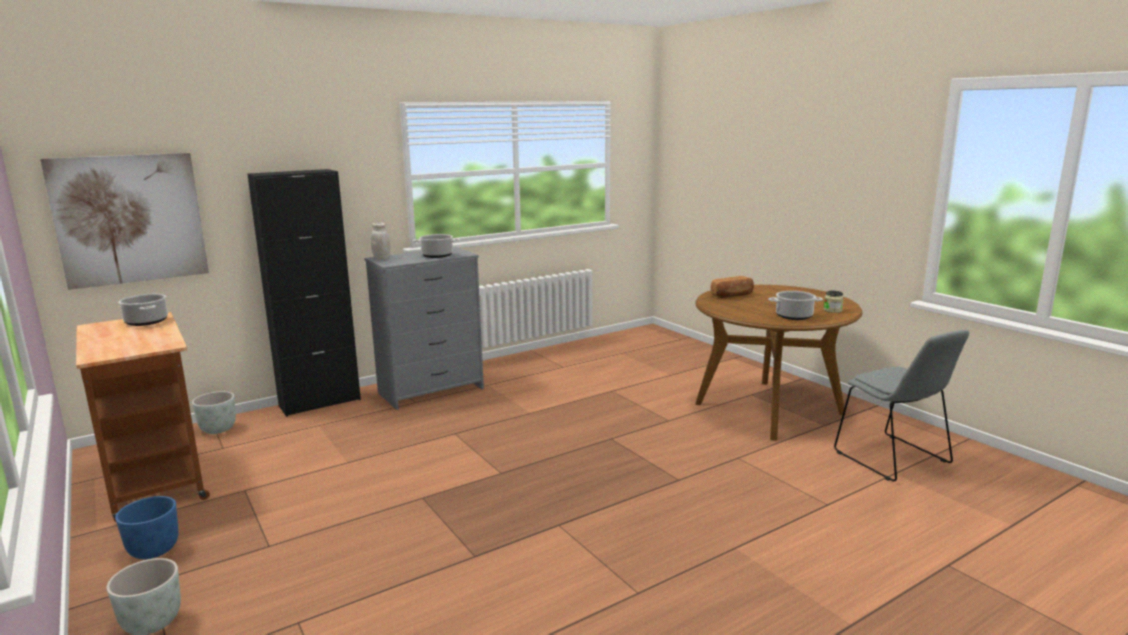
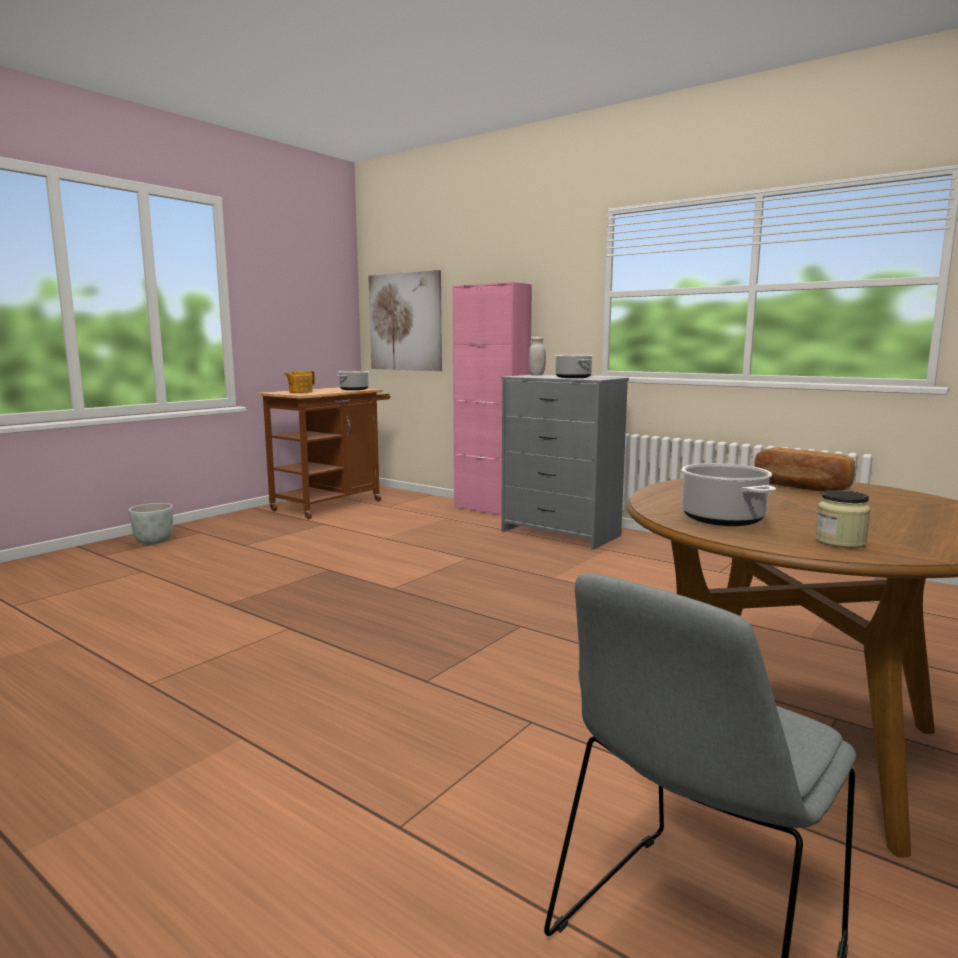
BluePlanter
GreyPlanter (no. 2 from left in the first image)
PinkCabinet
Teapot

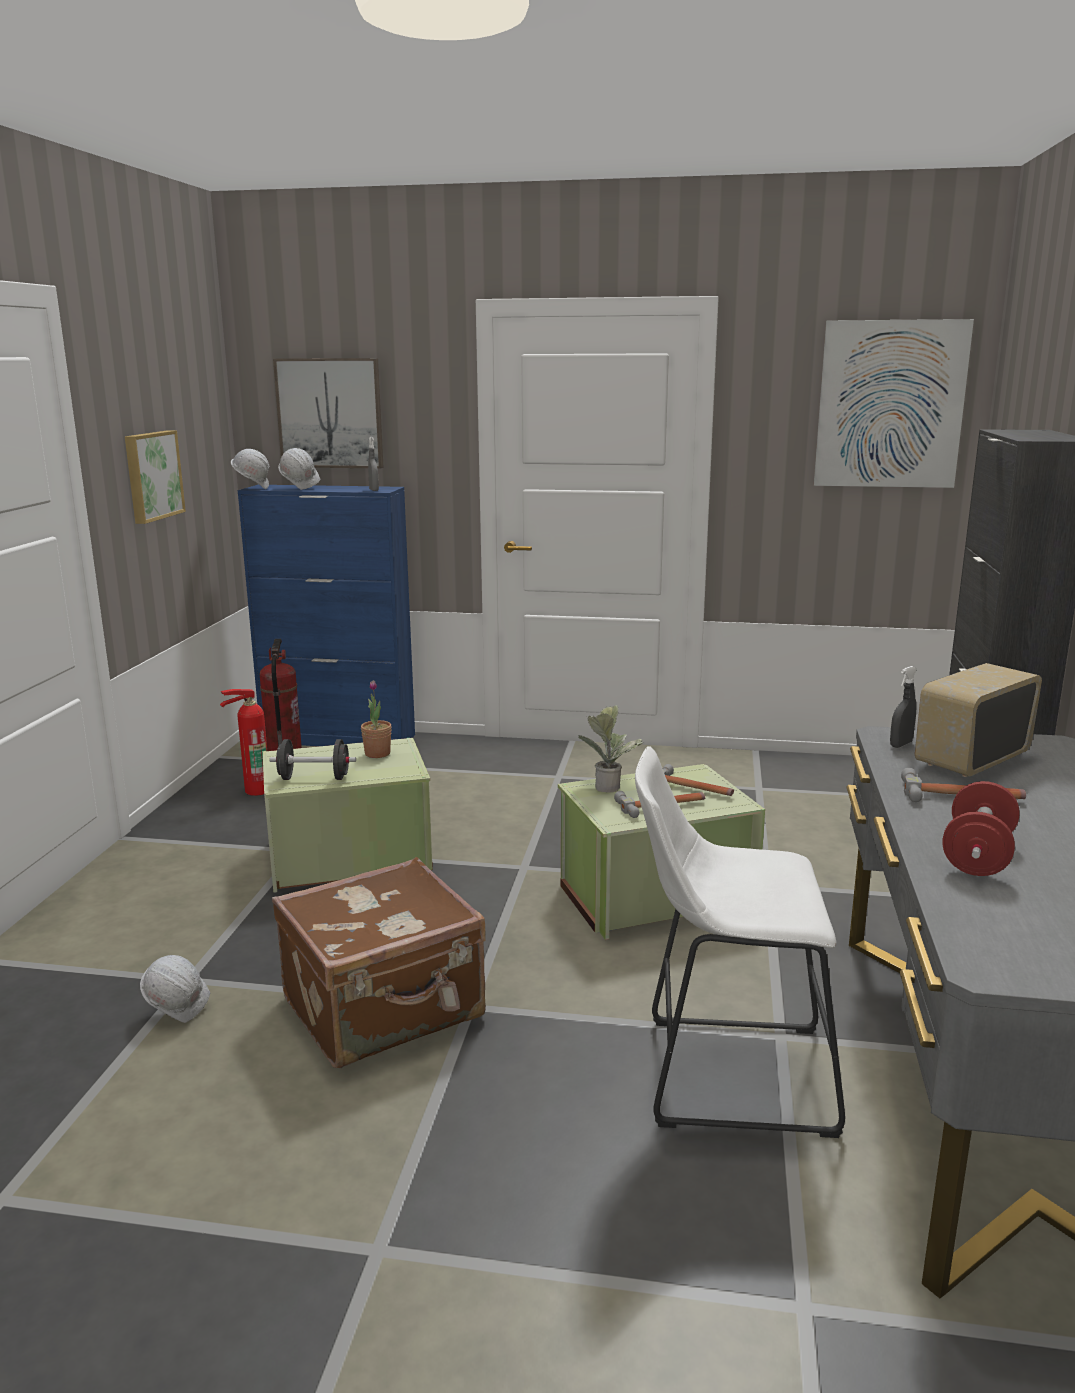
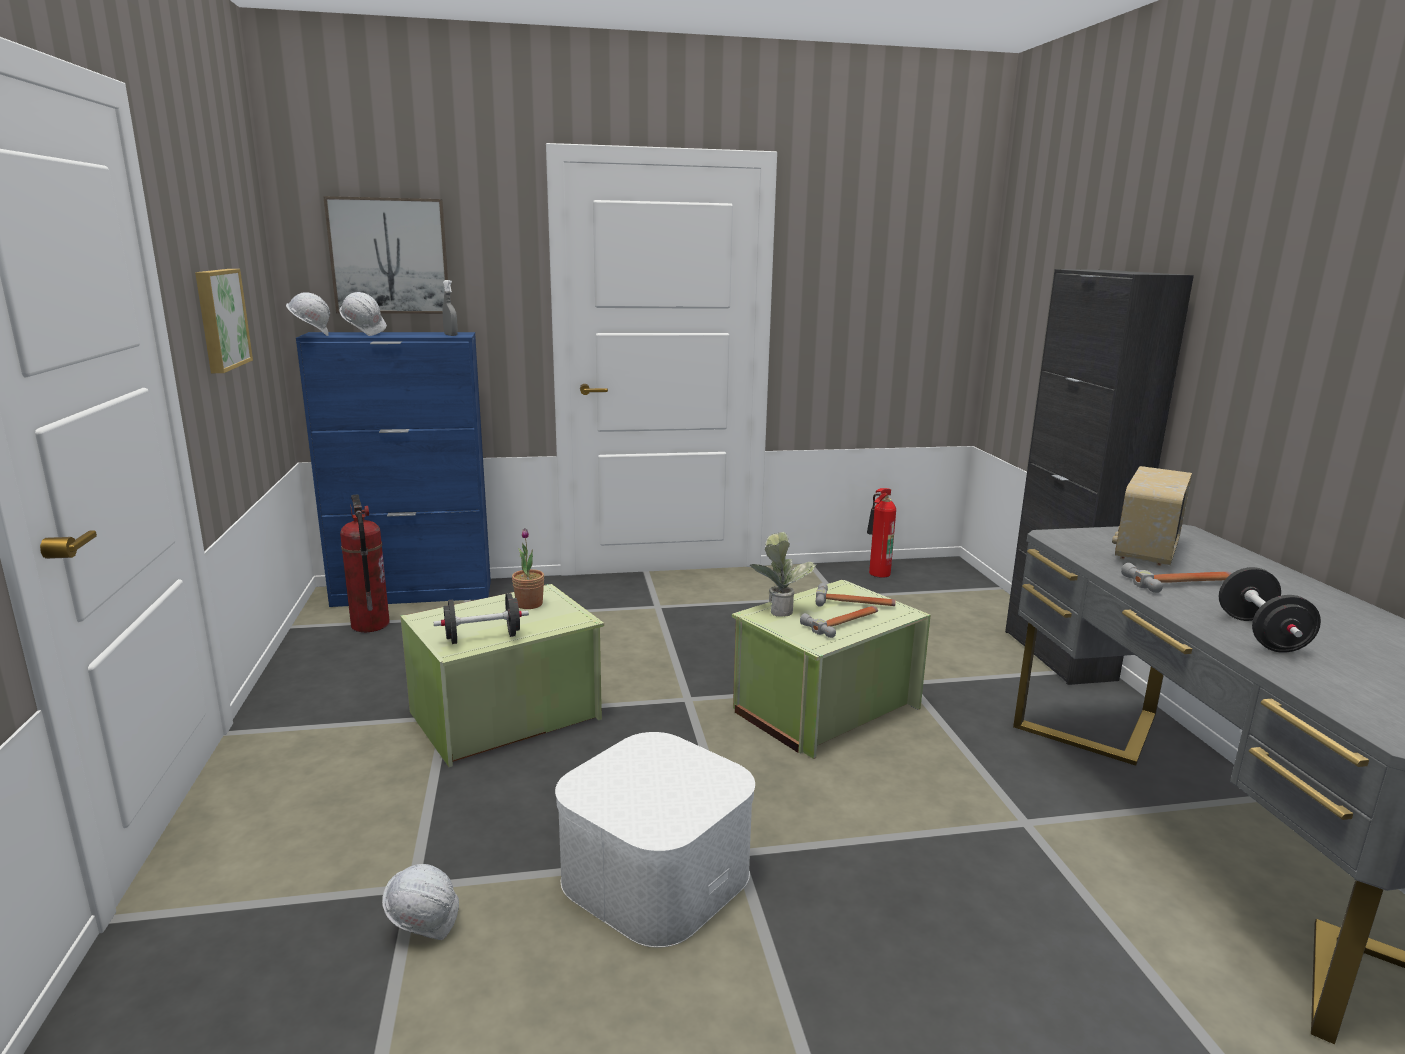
FireExtinguisher (no. 2 from left)
WhiteStorageBox
WhiteStool
Picture (no. 3 from left in the first image)
GreySprayBottle (no. 2 from left in the first image)
BlackDumbbell (no. 2 from left)

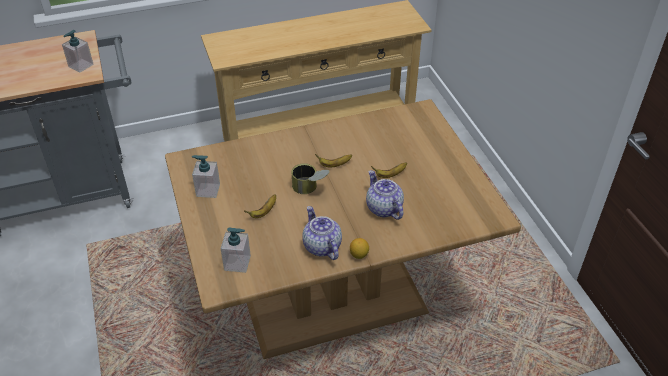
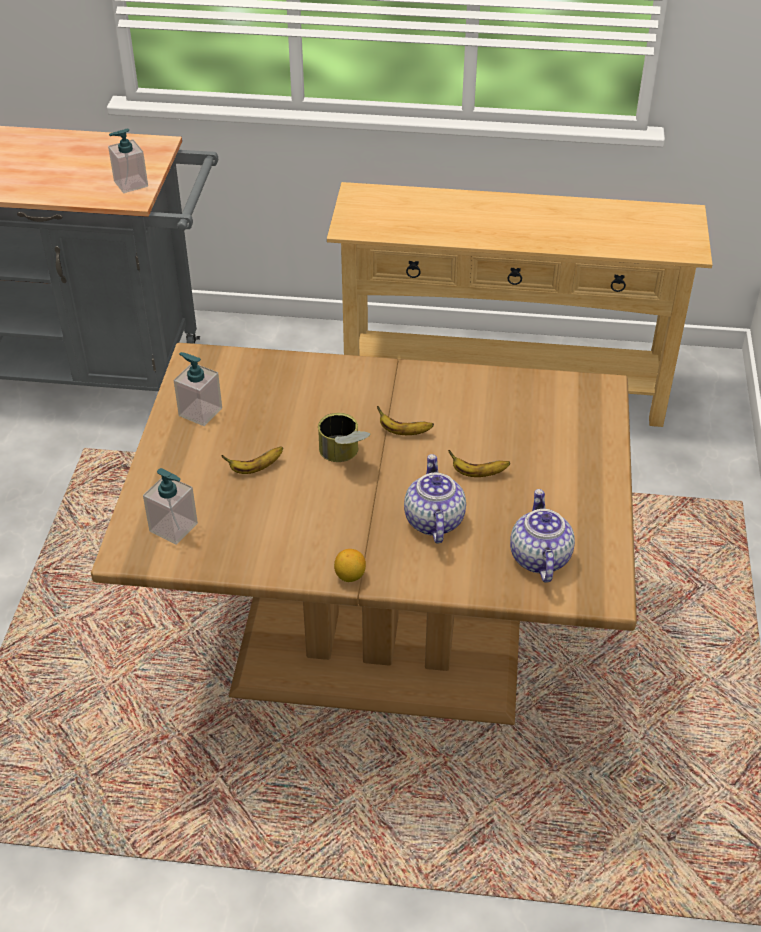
Teapot (no. 2 from left)

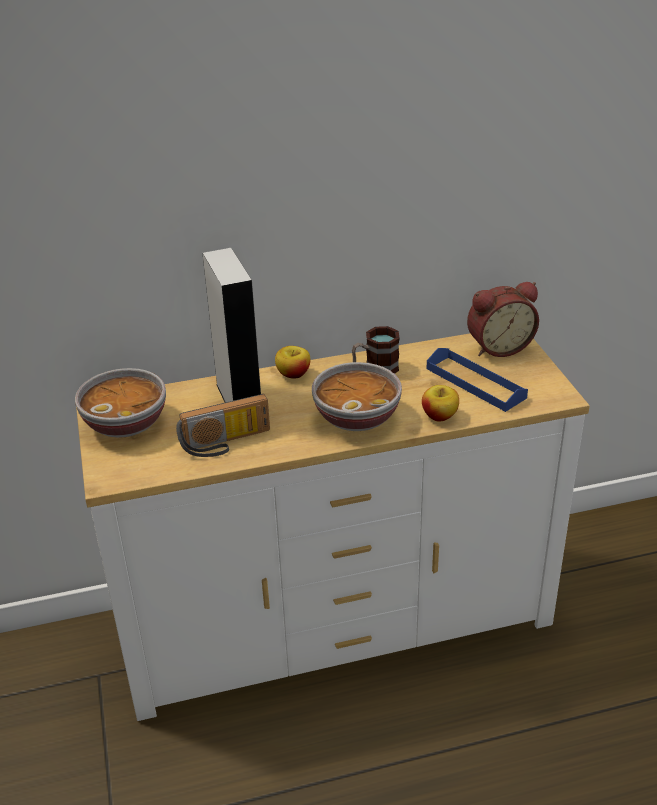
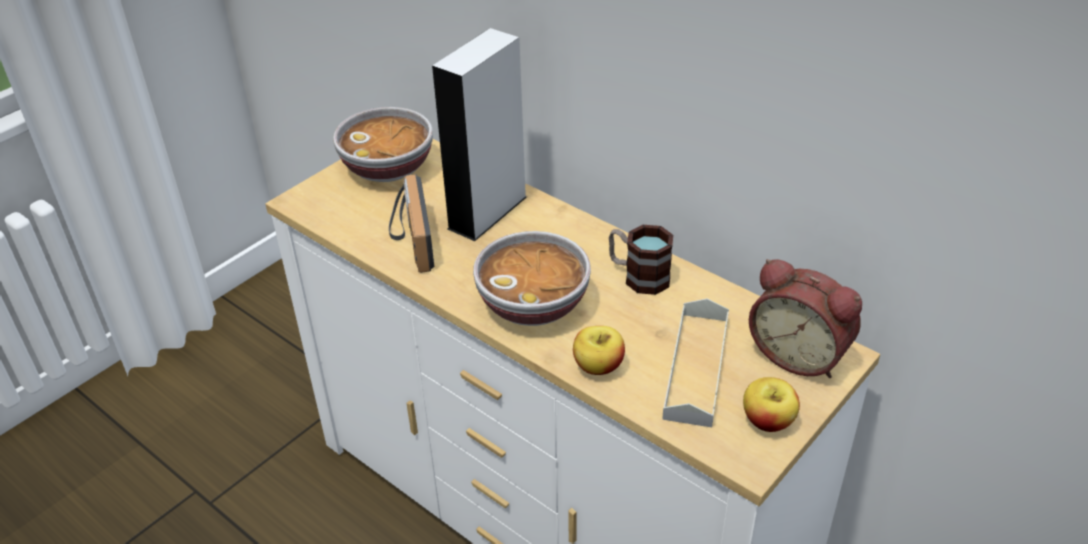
Radio
Apple (no. 2 from left)
GreyTray

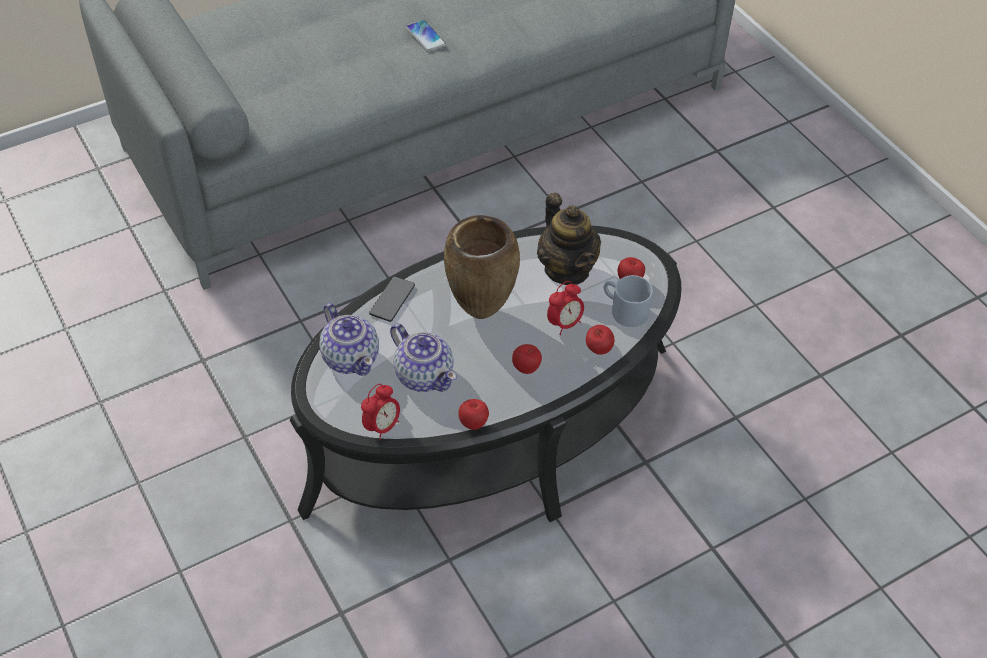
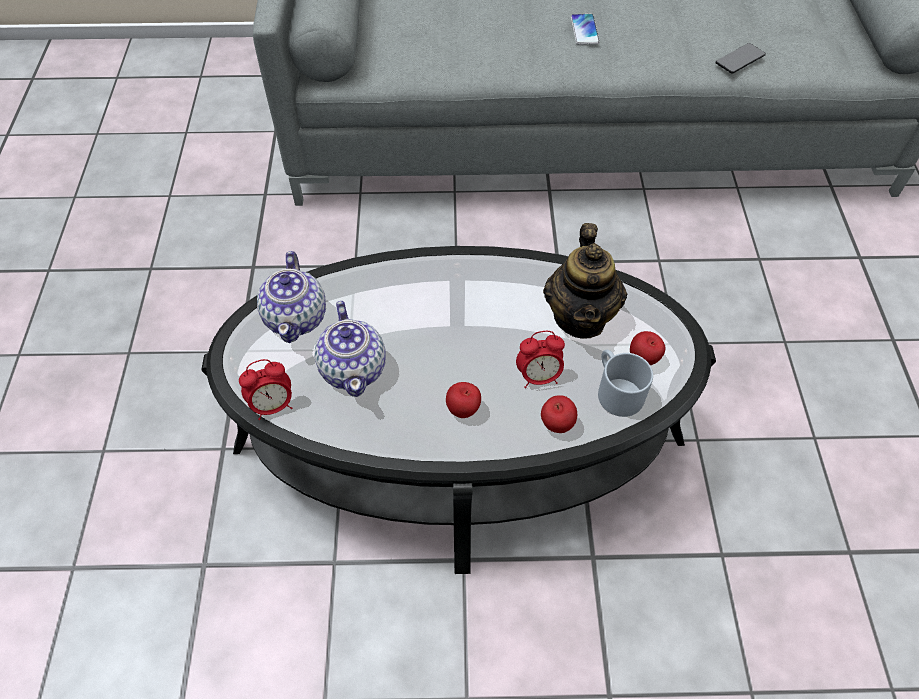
Phone (no. 2 from left)
BrownVase
Apple (no. 1 from left in the first image)

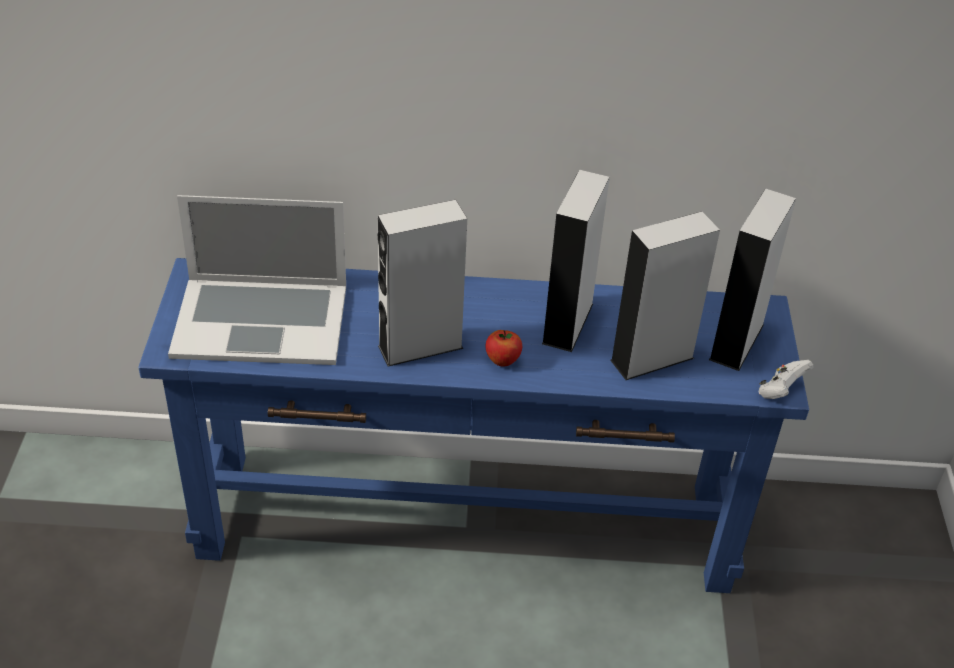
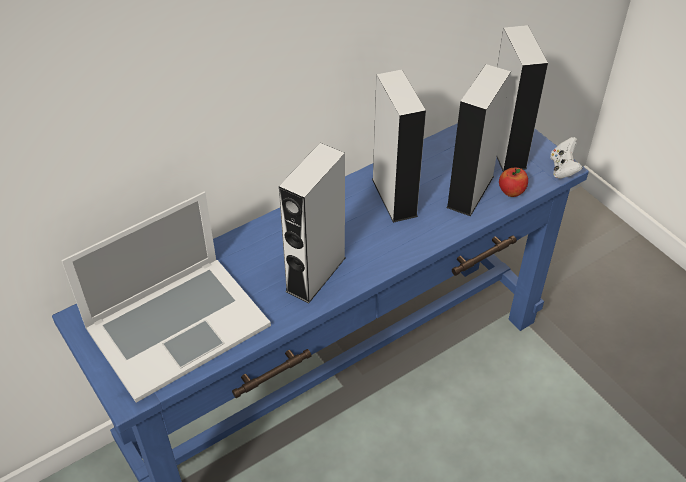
Apple

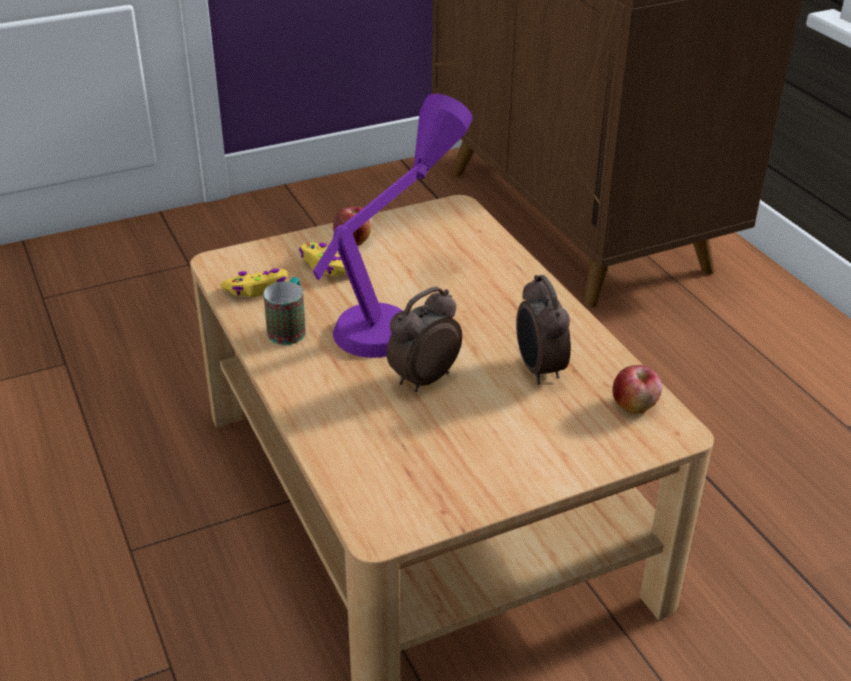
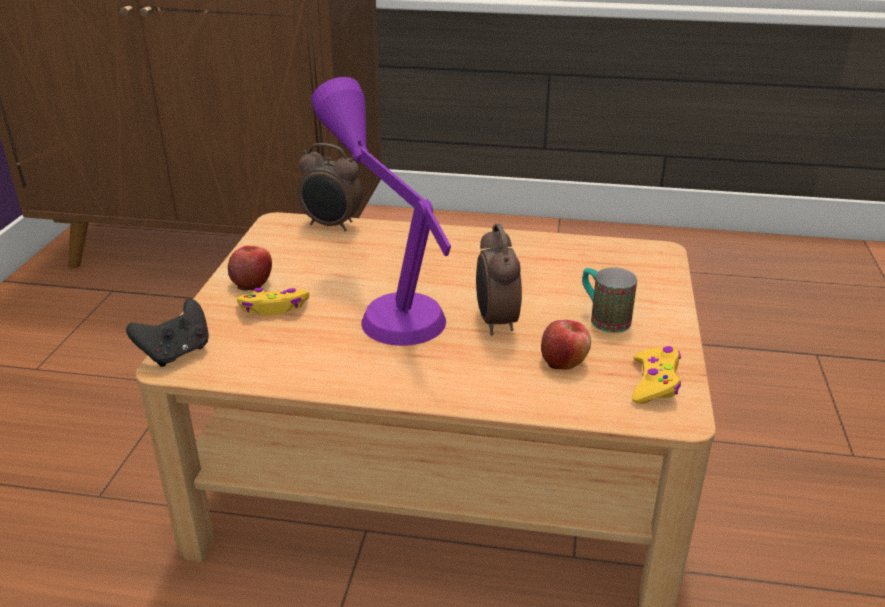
YellowGameController (no. 2 from left)
Mug
AlarmClock (no. 1 from left)
Apple (no. 2 from left)
BlackGameController

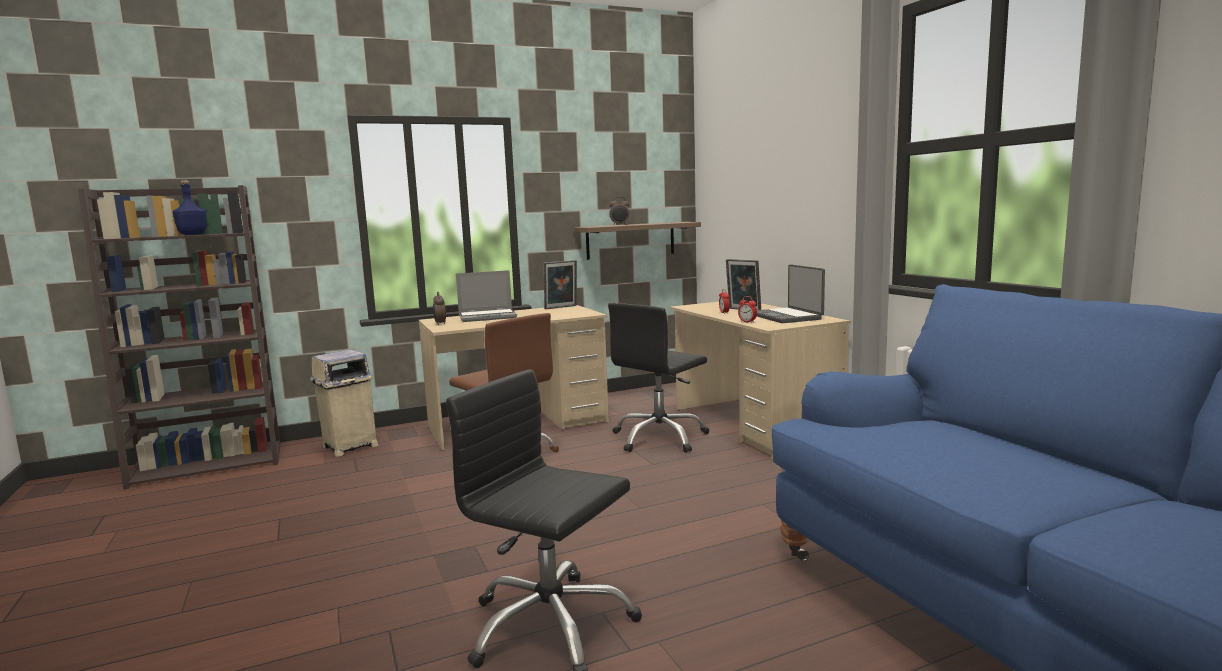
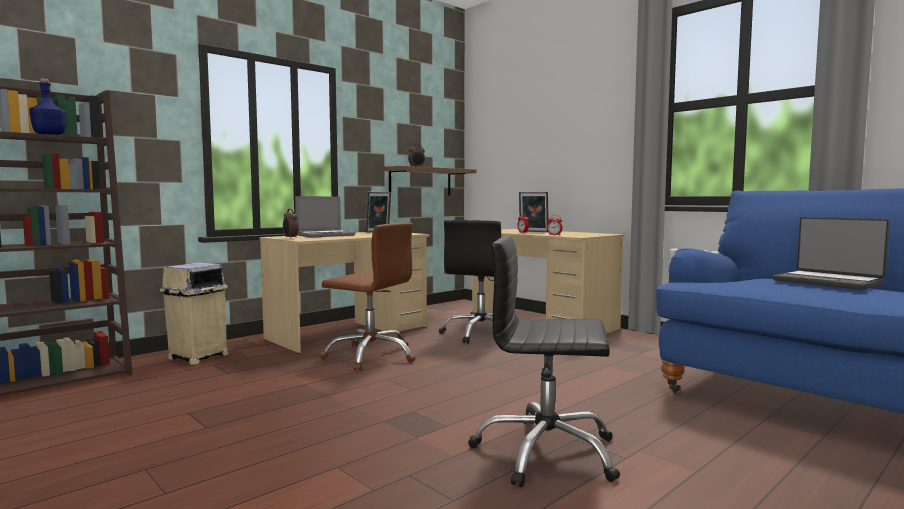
Laptop (no. 2 from left)

